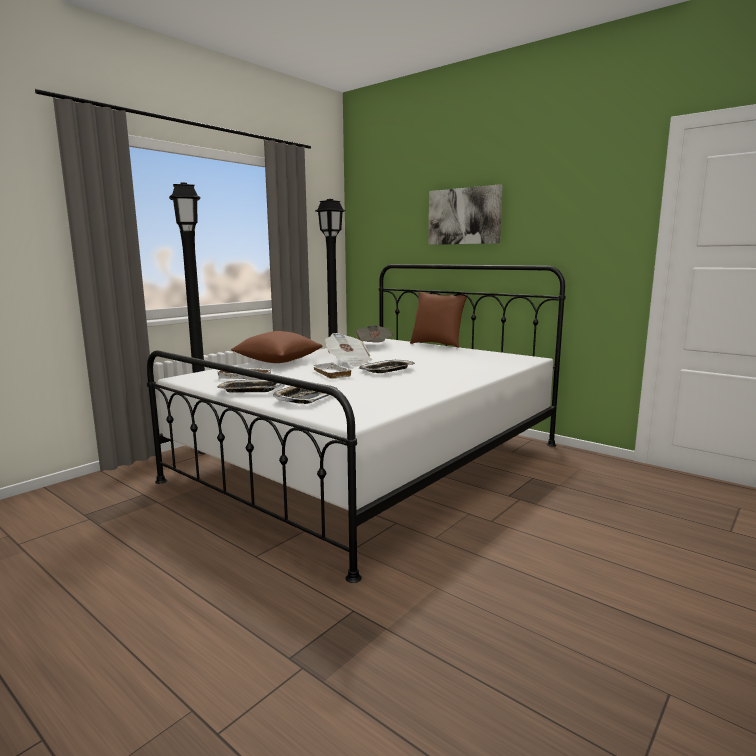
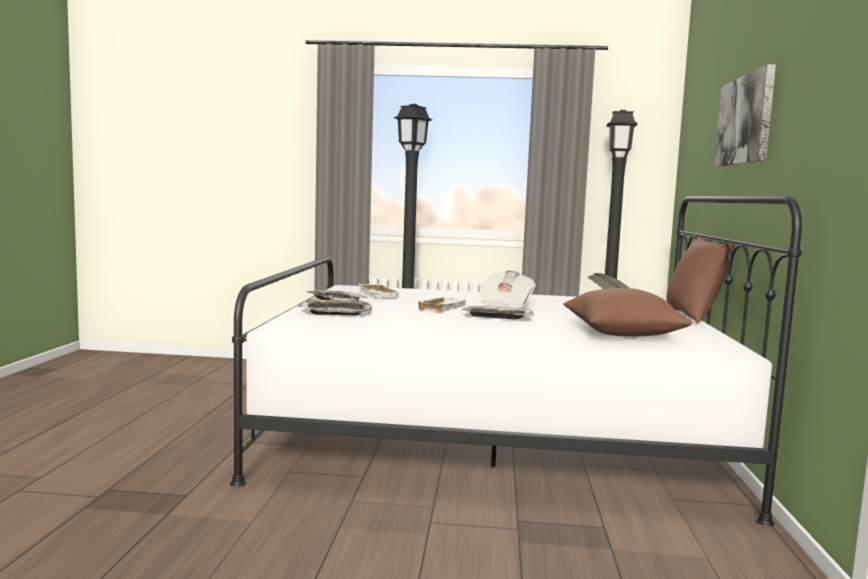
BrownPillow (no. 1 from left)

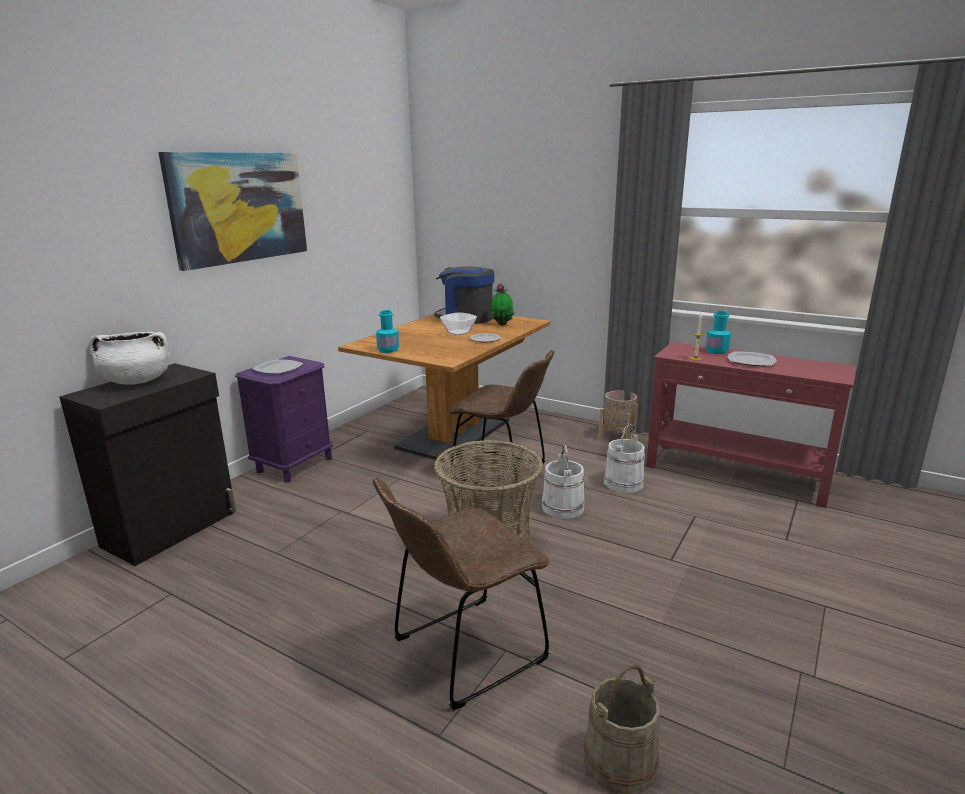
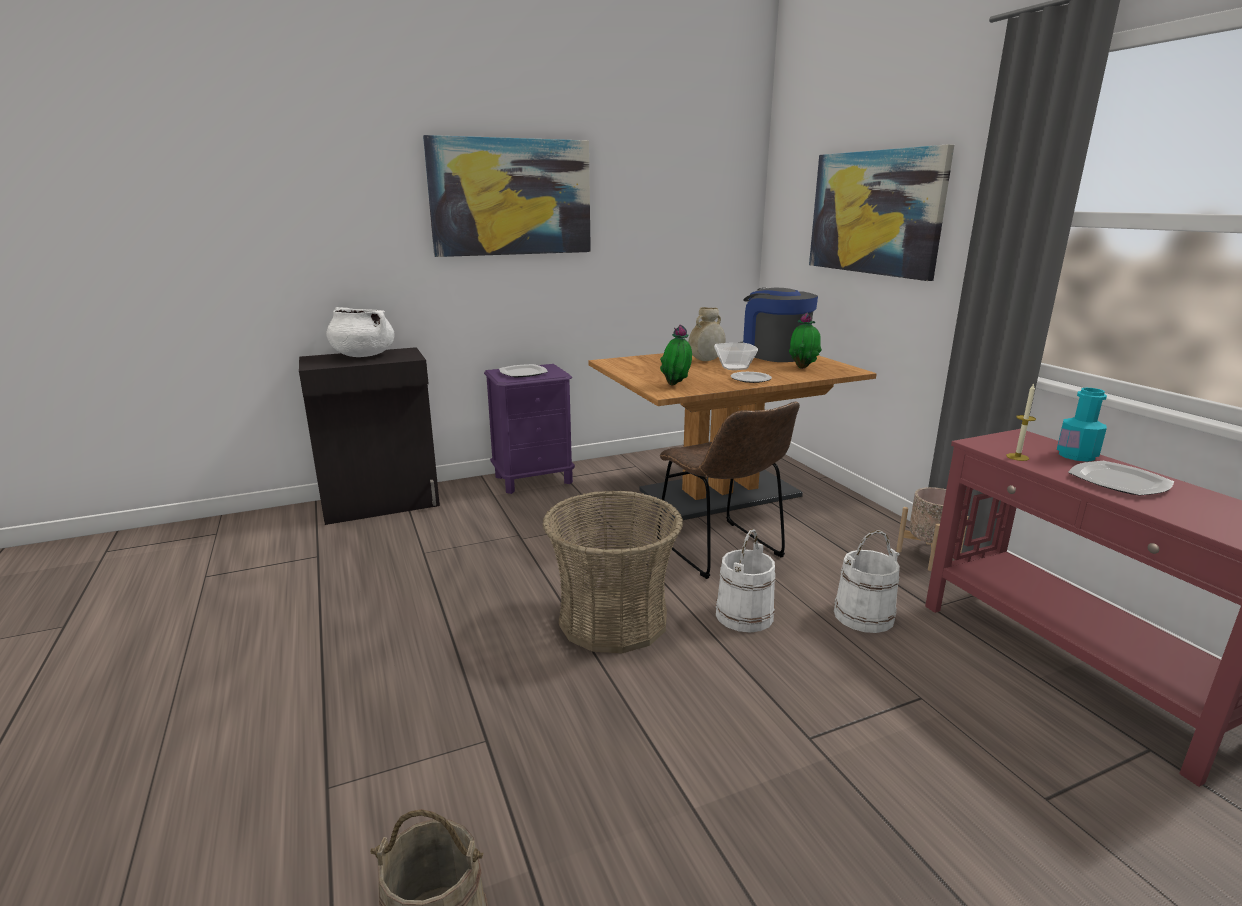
BrownChair (no. 1 from left in the first image)
TurquoiseBottle (no. 1 from left in the first image)
PottedPlant (no. 1 from left)
BeigeVase
Picture (no. 2 from left)

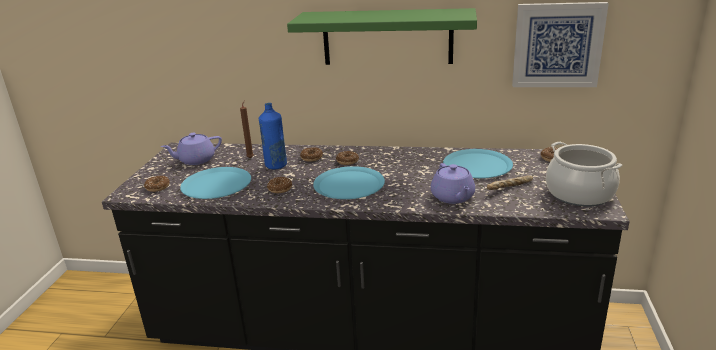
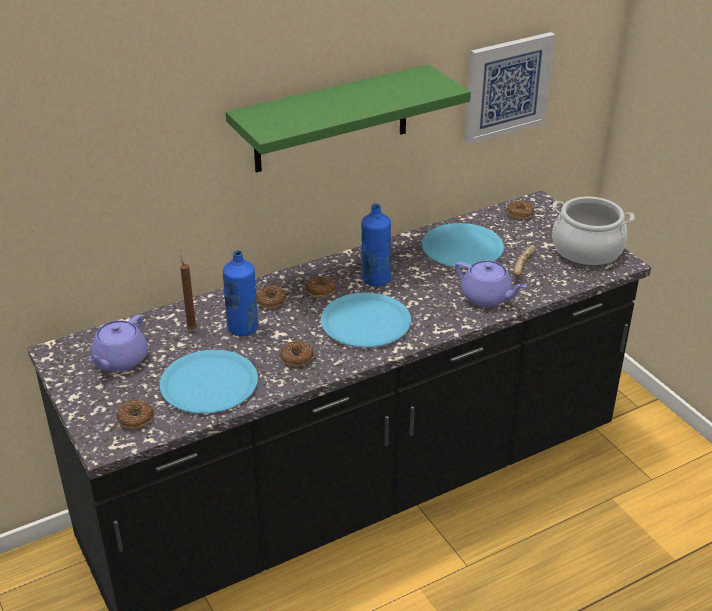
BlueBottle (no. 2 from left)

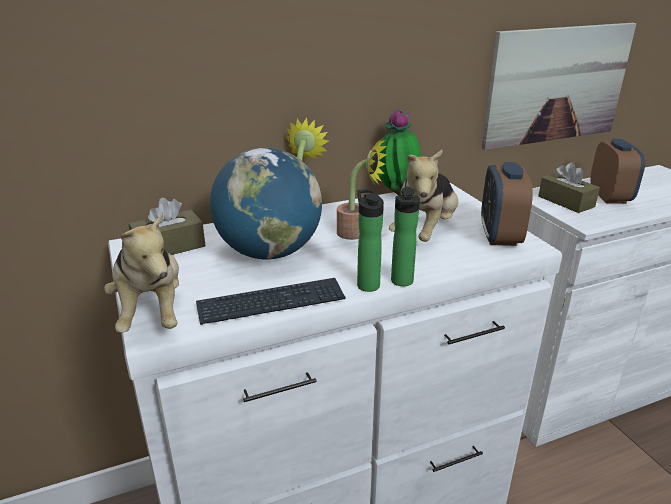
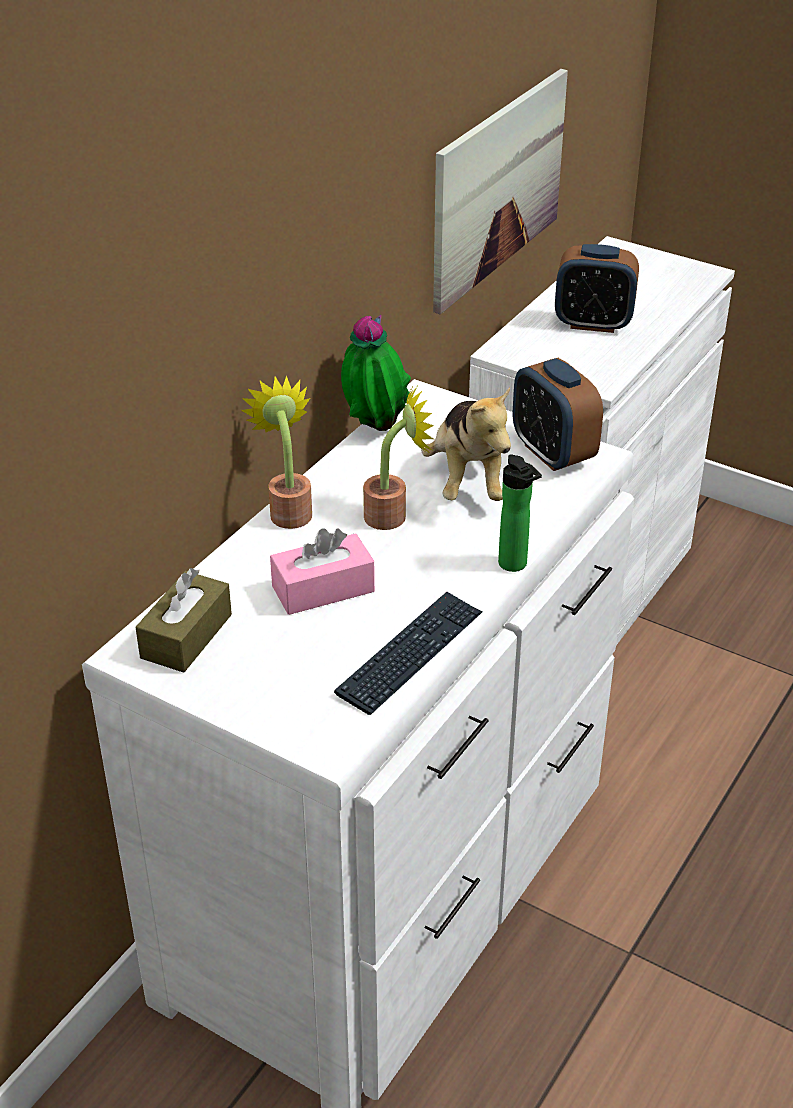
PlushToy (no. 1 from left in the first image)
PinkTissueBox
Bottle (no. 1 from left in the first image)
BrownTissueBox (no. 2 from left in the first image)
AlarmClock (no. 2 from left)

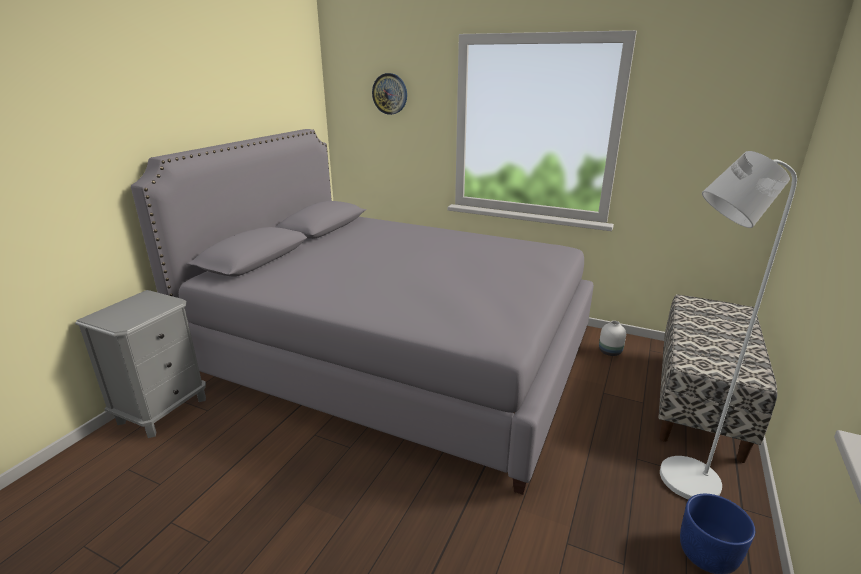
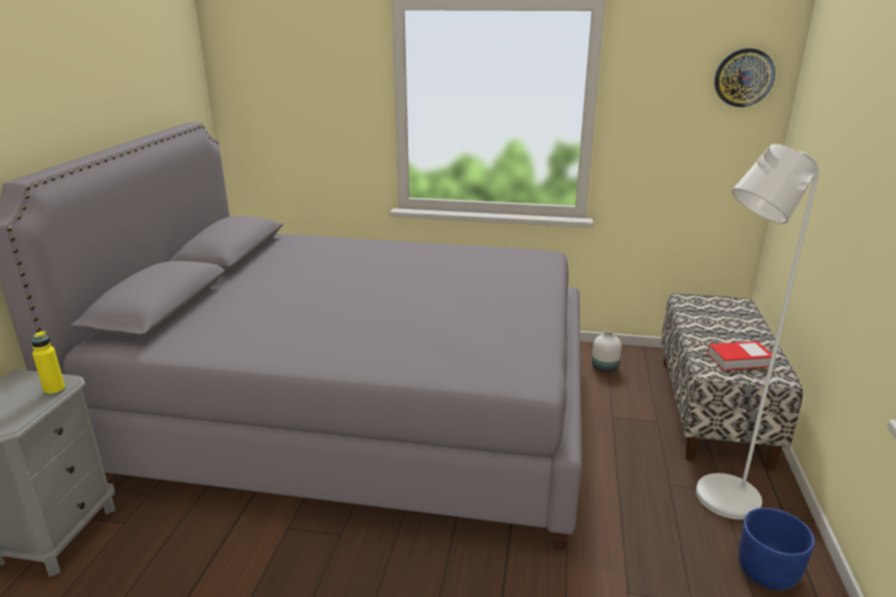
WallClock
YellowBottle
Book

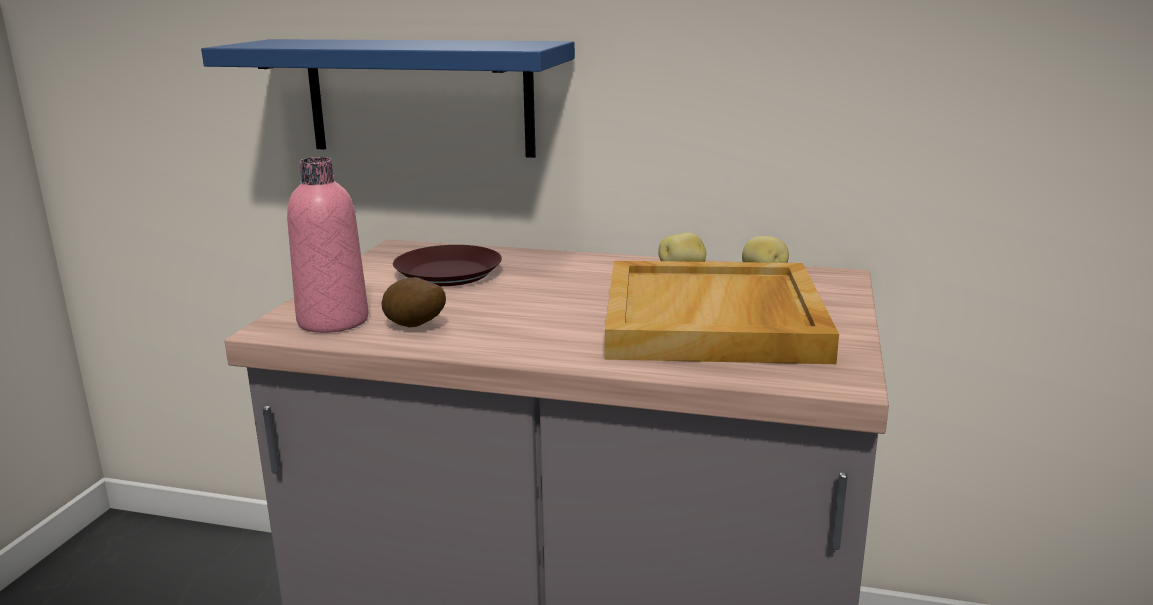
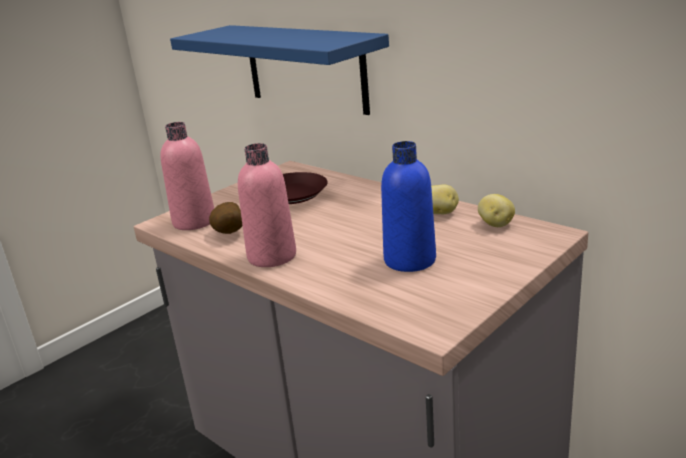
BlueBottle
PinkBottle (no. 2 from left)

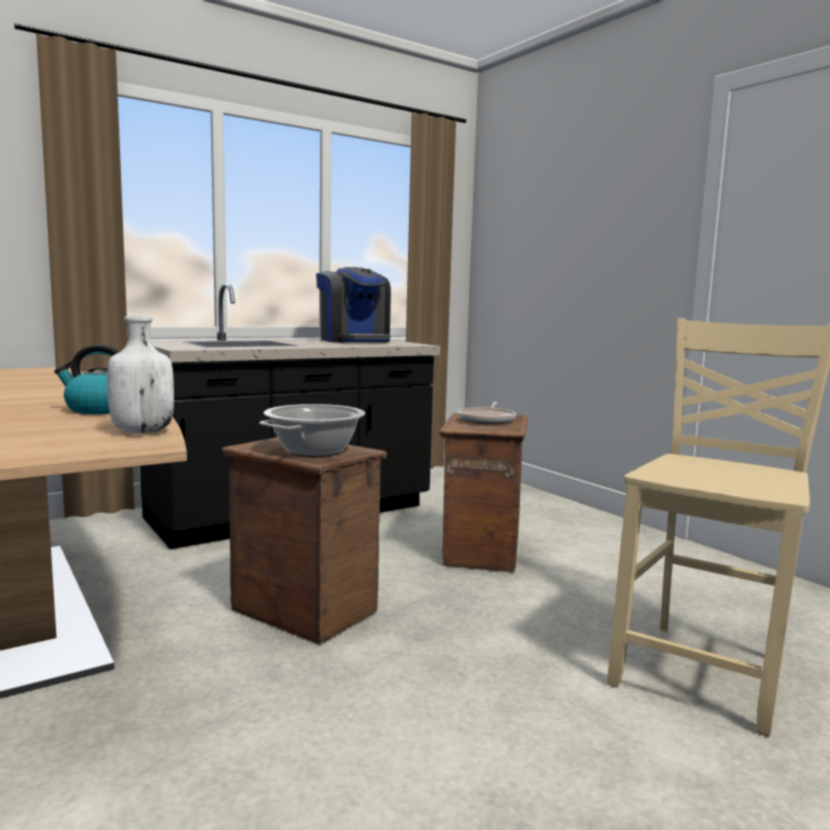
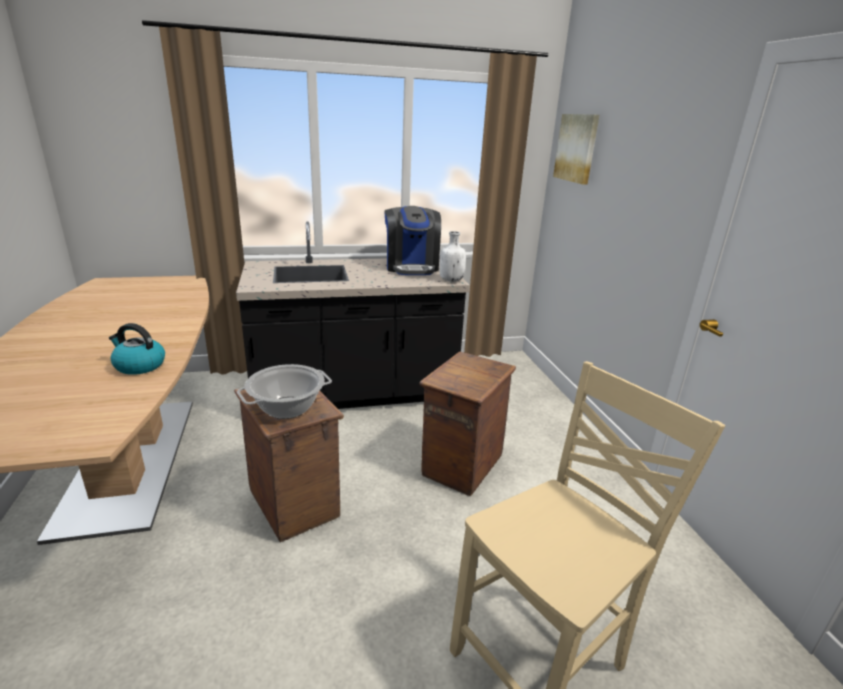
WhiteBottle
FryingPan
Picture

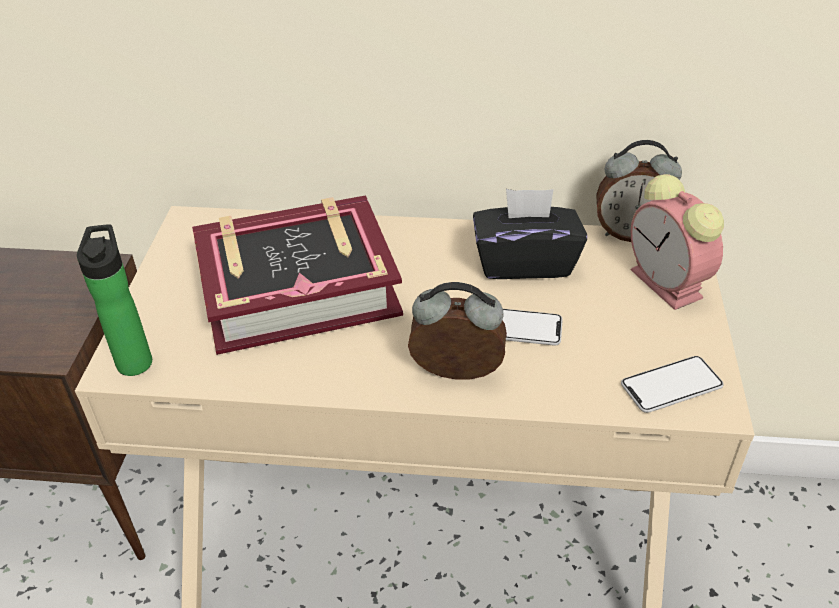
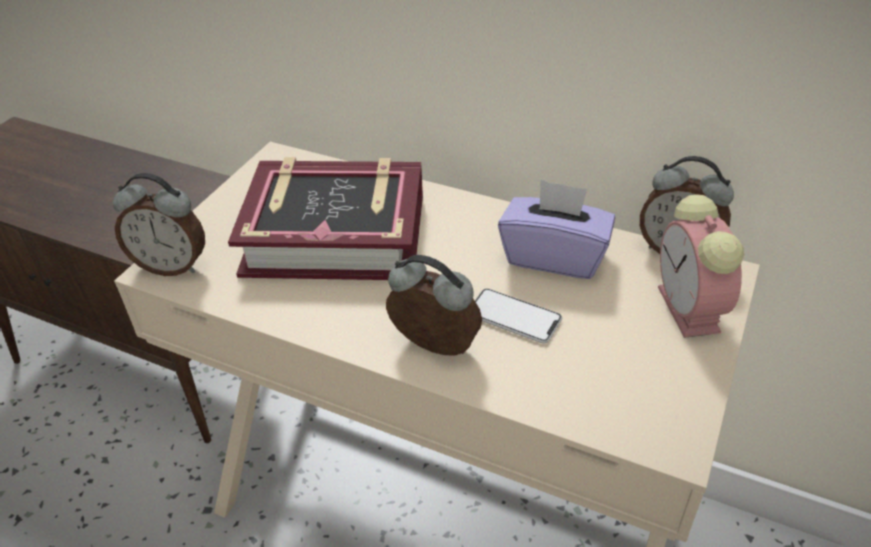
AlarmClock (no. 1 from left)
PurpleTissueBox
Phone (no. 2 from left in the first image)

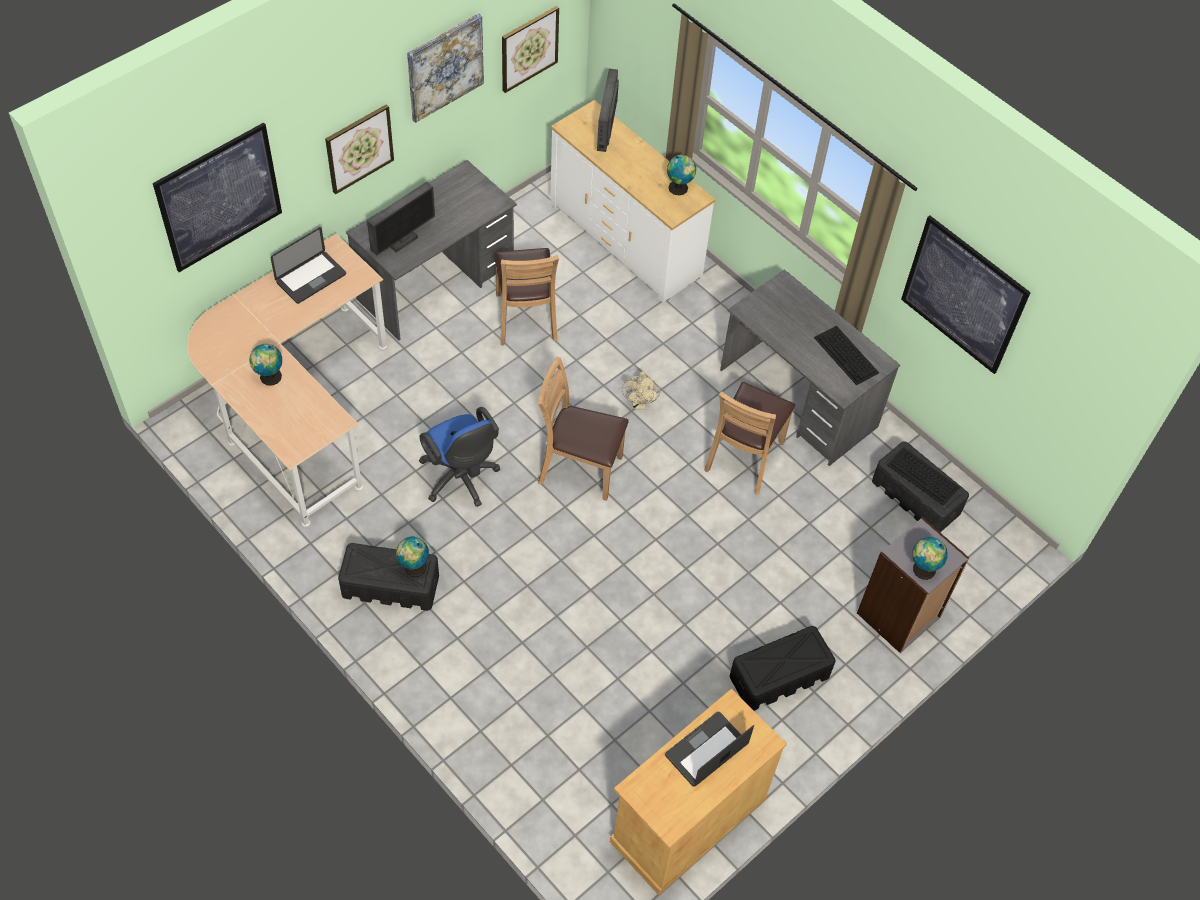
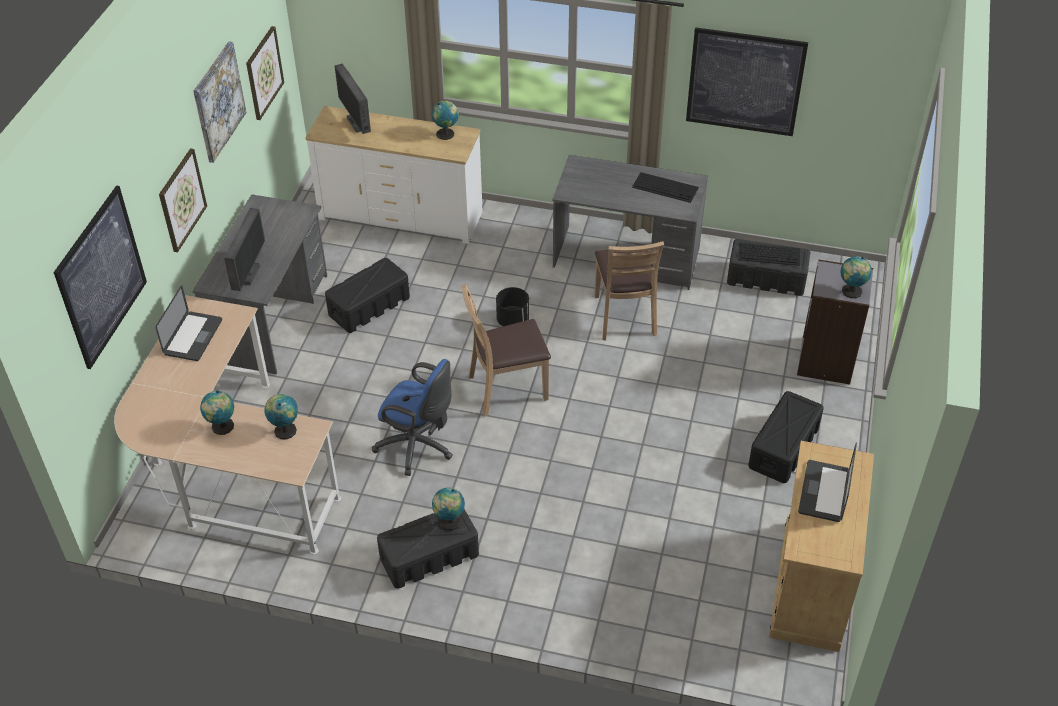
BlackStorageBox (no. 1 from left)
BlackPlanter
Globe (no. 2 from left)

